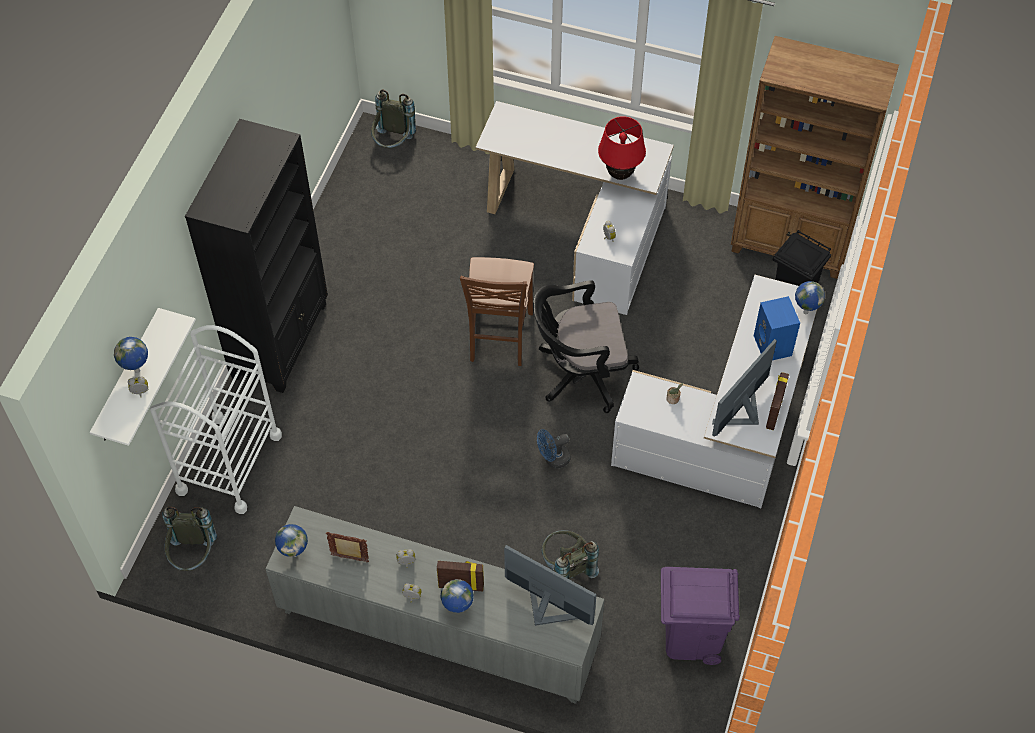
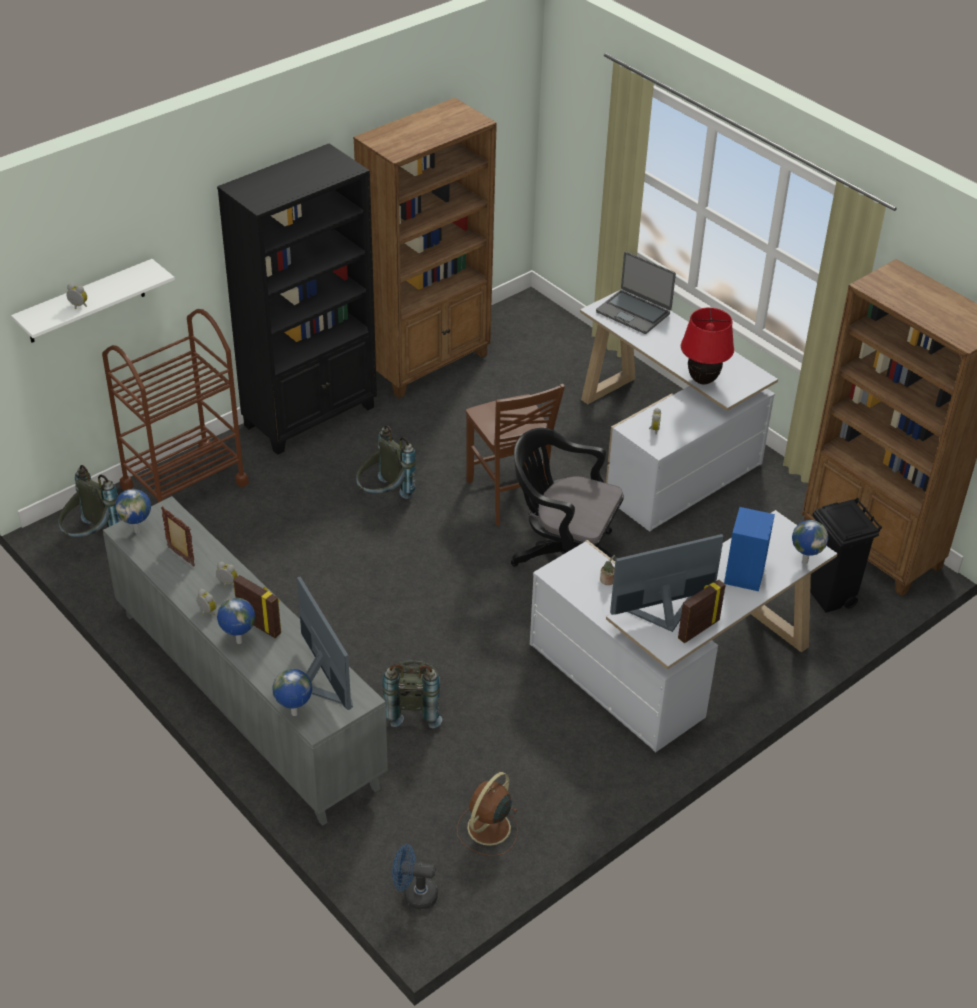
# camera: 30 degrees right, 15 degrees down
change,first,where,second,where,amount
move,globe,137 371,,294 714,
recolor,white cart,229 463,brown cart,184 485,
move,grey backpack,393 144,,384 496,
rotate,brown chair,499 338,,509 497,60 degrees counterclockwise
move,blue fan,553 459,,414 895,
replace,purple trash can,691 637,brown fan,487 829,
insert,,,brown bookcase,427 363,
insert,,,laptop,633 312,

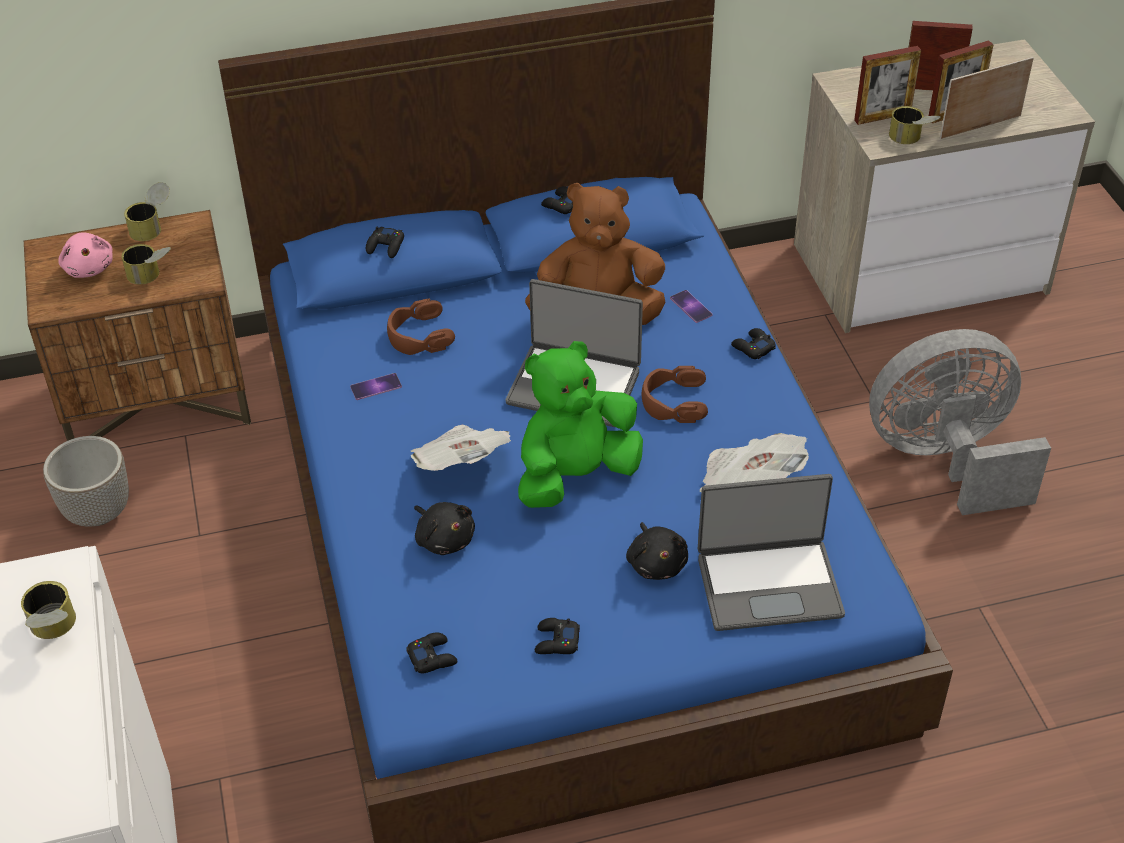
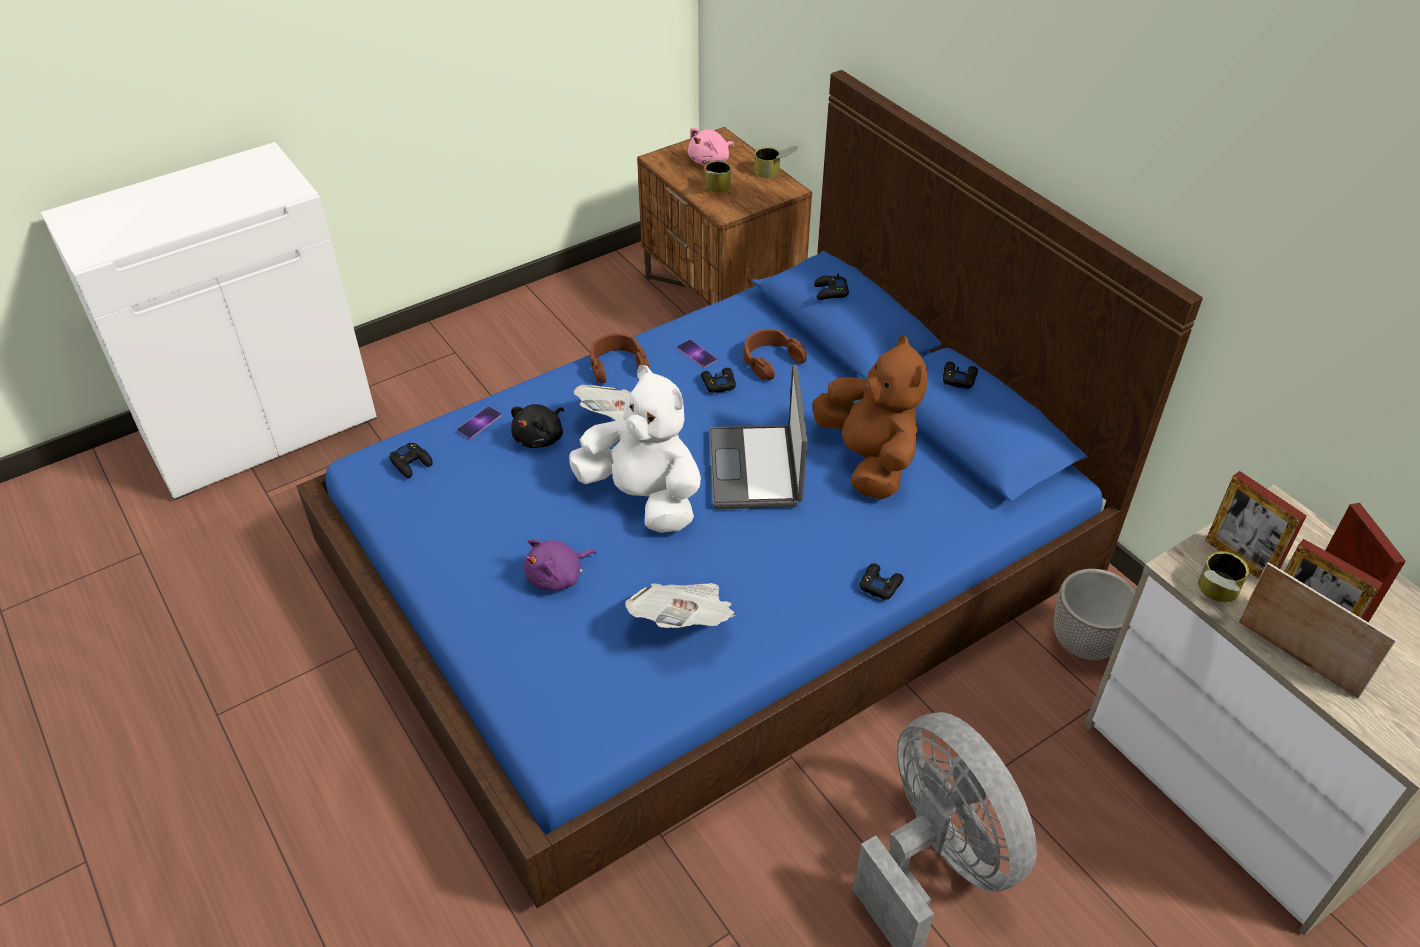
# camera: 70 degrees right, 0 degrees up
change,first,where,second,where,amount
delete,can,54 632,,,
move,planter,98 511,,1085 642,
recolor,green plush toy,575 475,white plush toy,643 497,
move,black game controller,556 641,,718 383,
recolor,black plush toy,656 563,purple plush toy,558 576,
move,brown headphones,673 402,,617 365,
move,phone,691 306,,479 422,
delete,laptop,769 584,,,

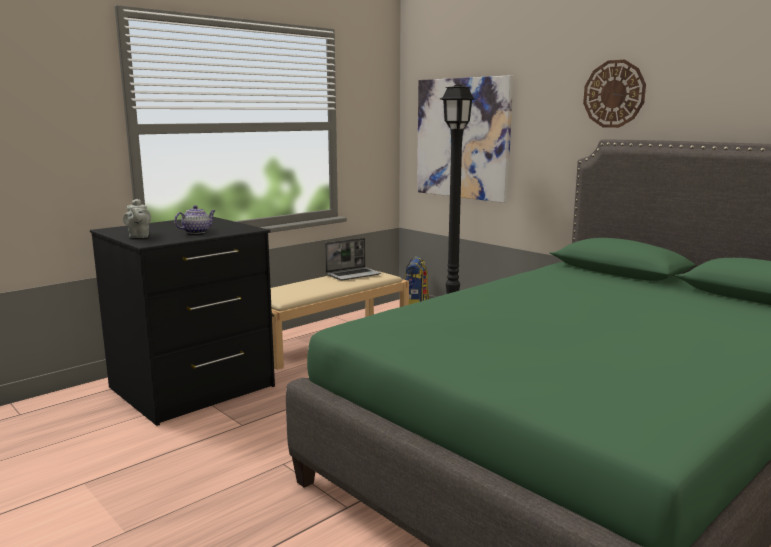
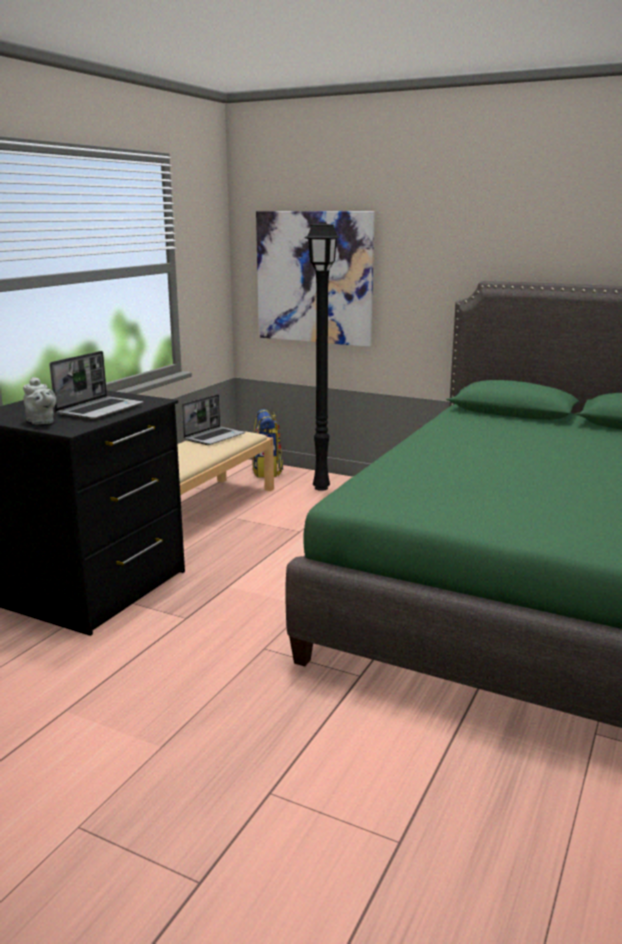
# camera: 20 degrees left, 5 degrees up
change,first,where,second,where,amount
replace,teapot,197 232,laptop,100 410,
delete,wall clock,614 94,,,

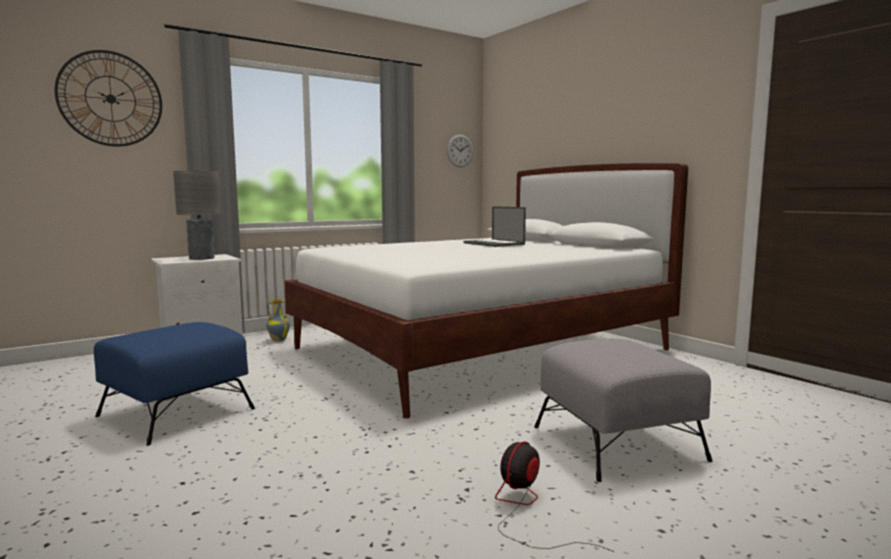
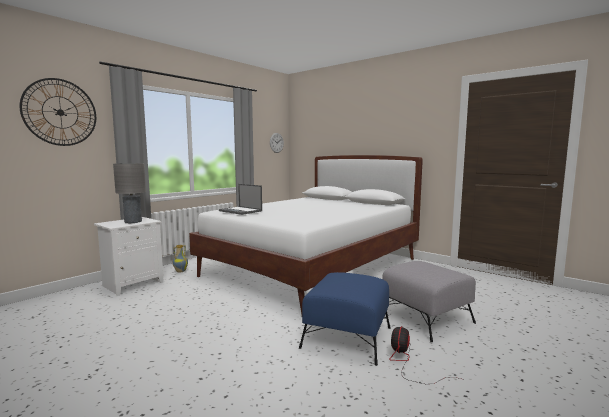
# camera: 15 degrees left, 0 degrees up
change,first,where,second,where,amount
move,blue ottoman,177 412,,347 337,
move,laptop,494 244,,241 211,

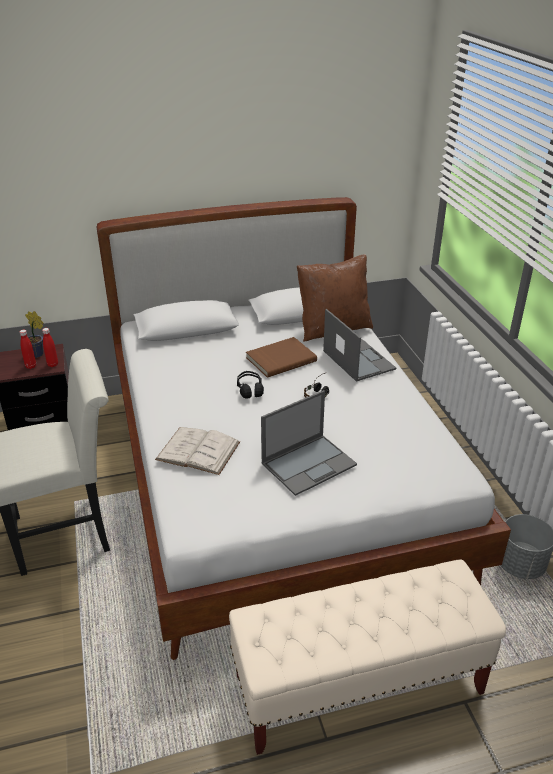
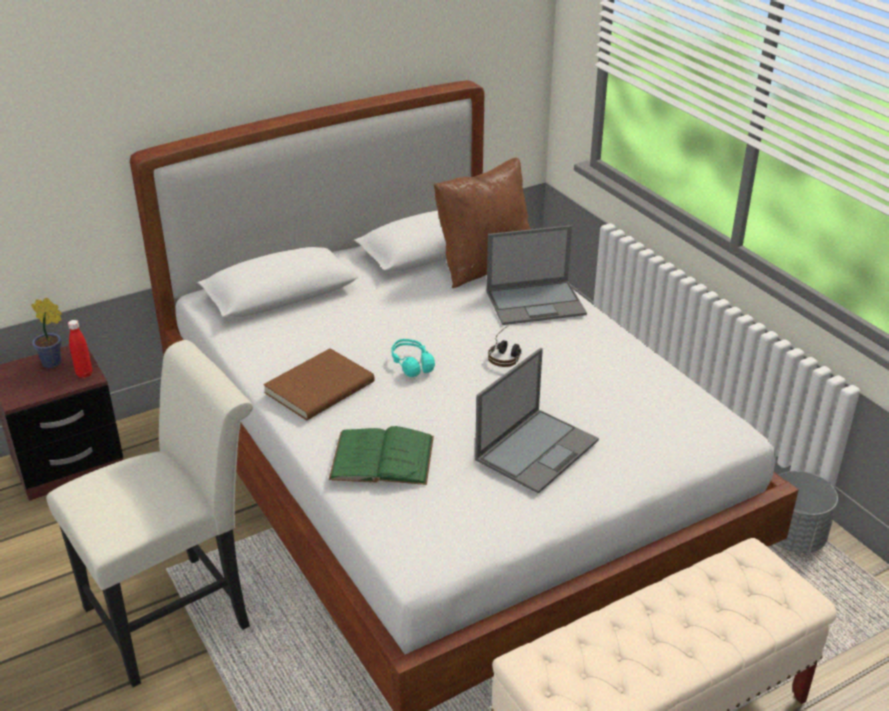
# camera: 15 degrees left, 0 degrees up
change,first,where,second,where,amount
delete,red bottle,31 366,,,
recolor,white book,198 451,green book,382 458,
recolor,black headphones,250 389,turquoise headphones,411 364,
move,brown book,280 359,,318 386,
rotate,laptop,358 359,,536 302,120 degrees clockwise

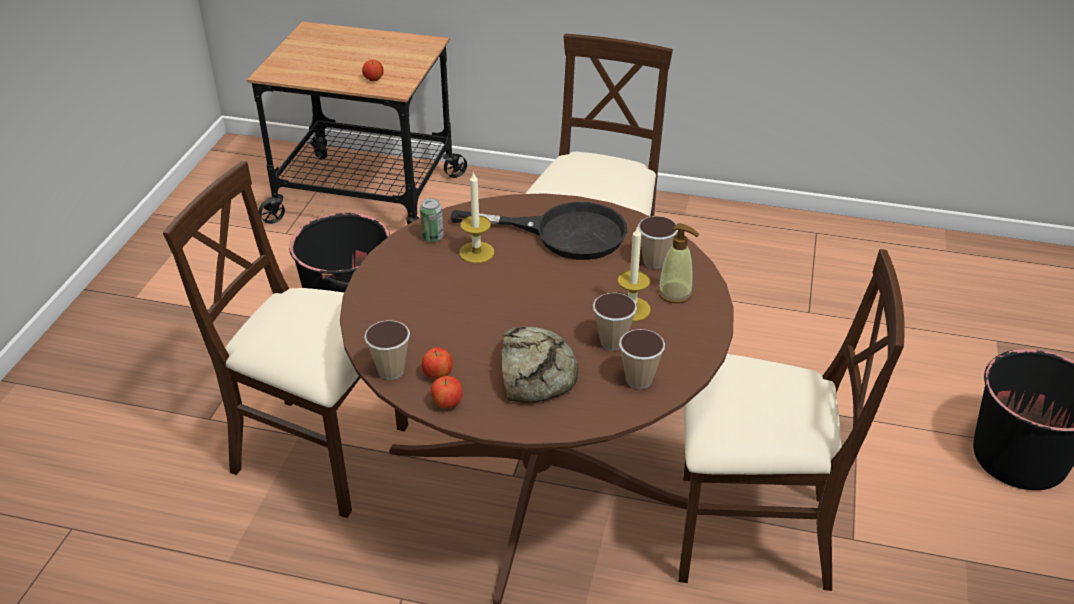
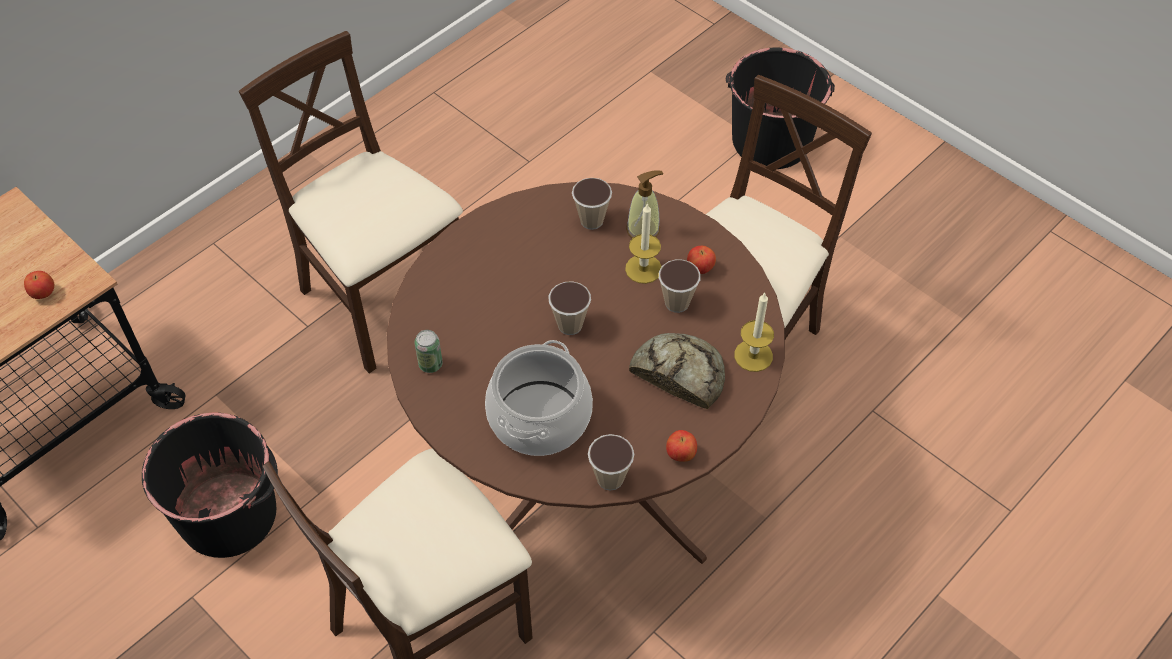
# camera: 60 degrees left, 15 degrees up
change,first,where,second,where,amount
move,apple,438 375,,700 268,
delete,black frying pan,563 233,,,
move,candle,476 252,,753 355,
move,cup,639 380,,570 325,
insert,,,cooking pot,540 418,

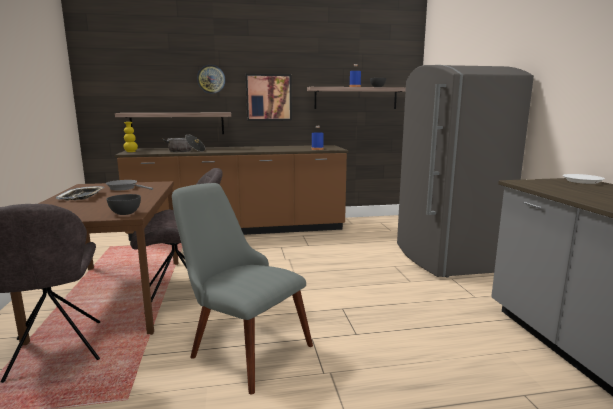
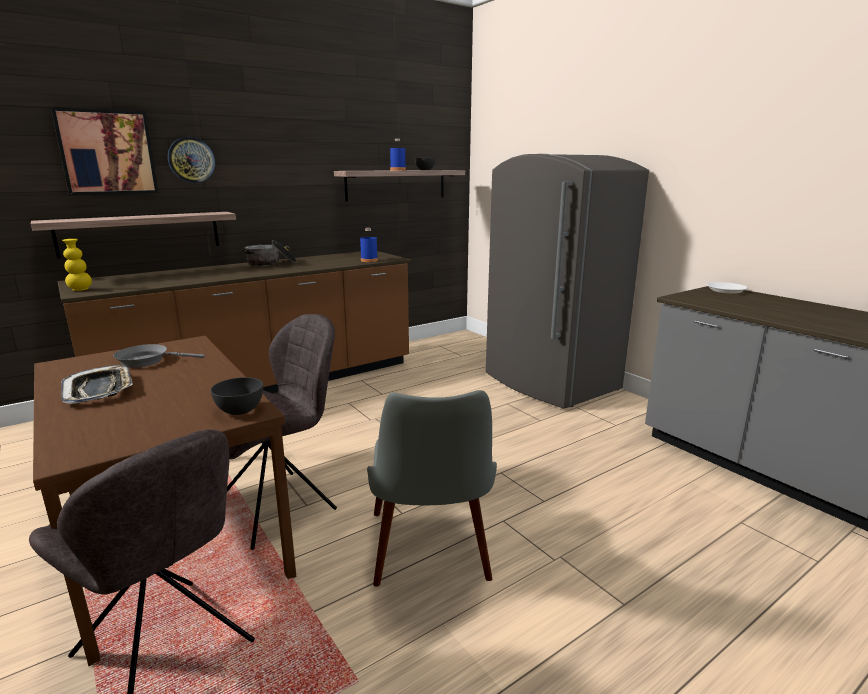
# camera: 25 degrees left, 5 degrees up
change,first,where,second,where,amount
move,cooking pot,185 151,,271 263,
rotate,grey chair,240 346,,431 557,105 degrees counterclockwise
move,picture,268 97,,107 152,

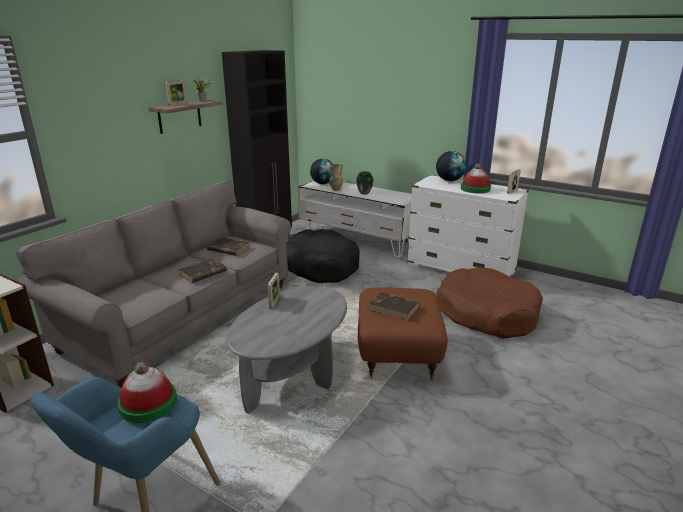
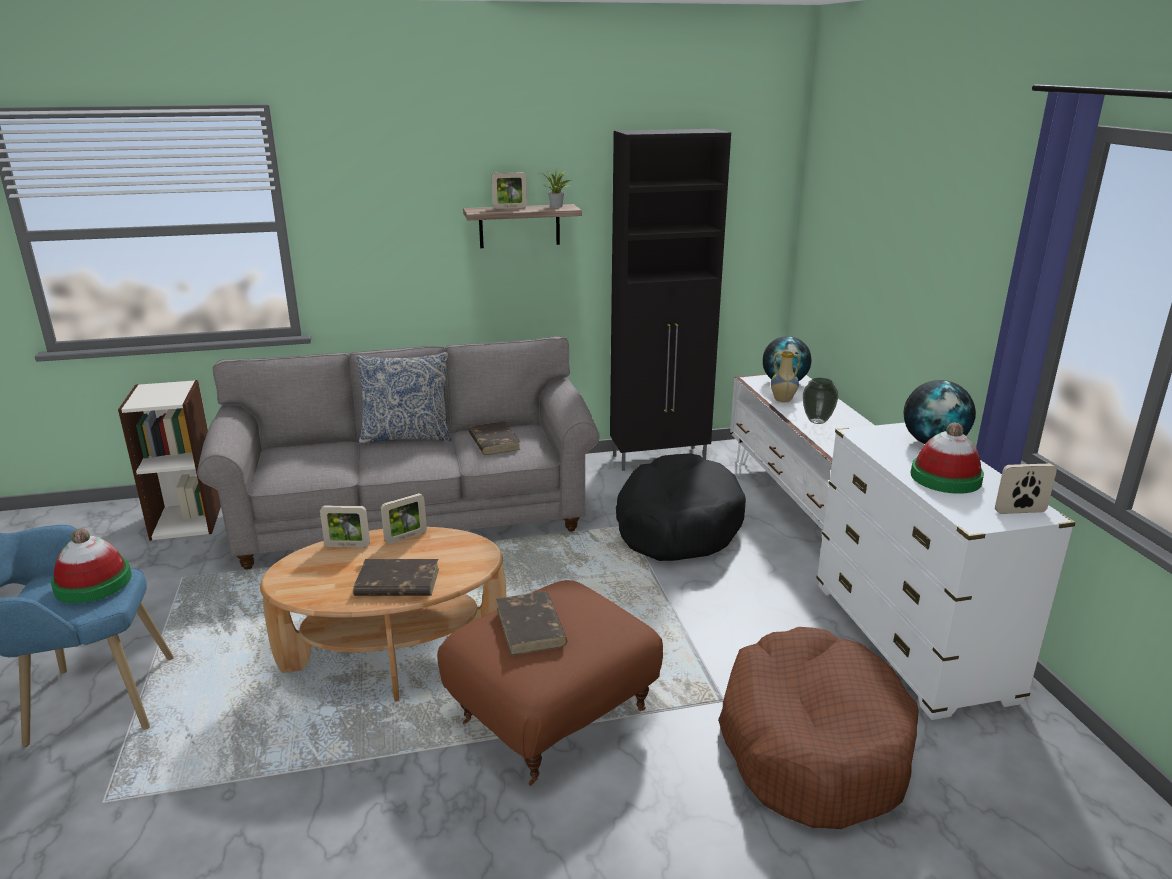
# camera: 45 degrees right, 0 degrees up
change,first,where,second,where,amount
move,brown book,202 273,,396 583,
recolor,grey coffee table,292 375,brown coffee table,394 657,
insert,,,picture frame,347 545,
insert,,,pillow,407 436,

